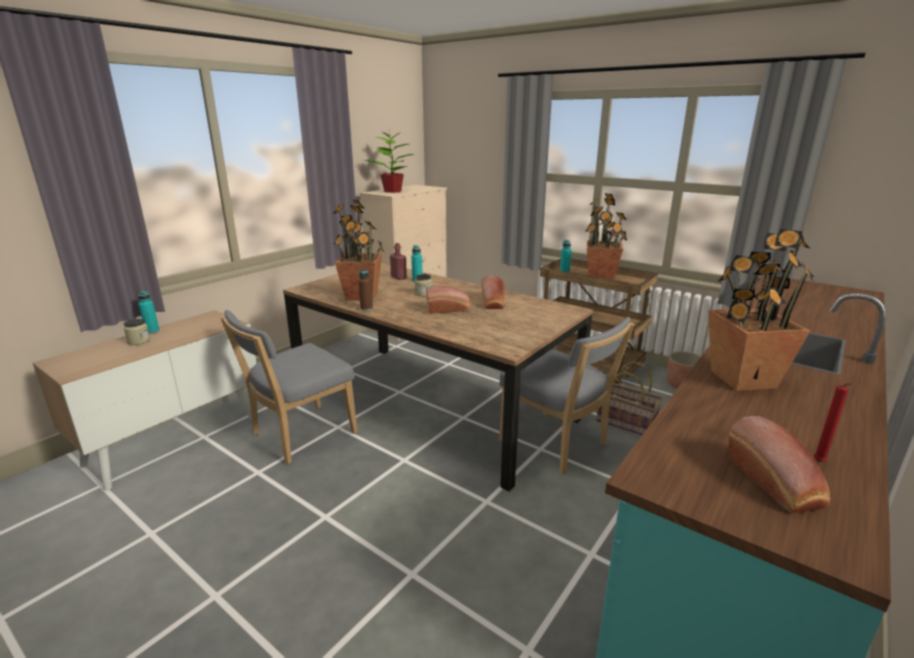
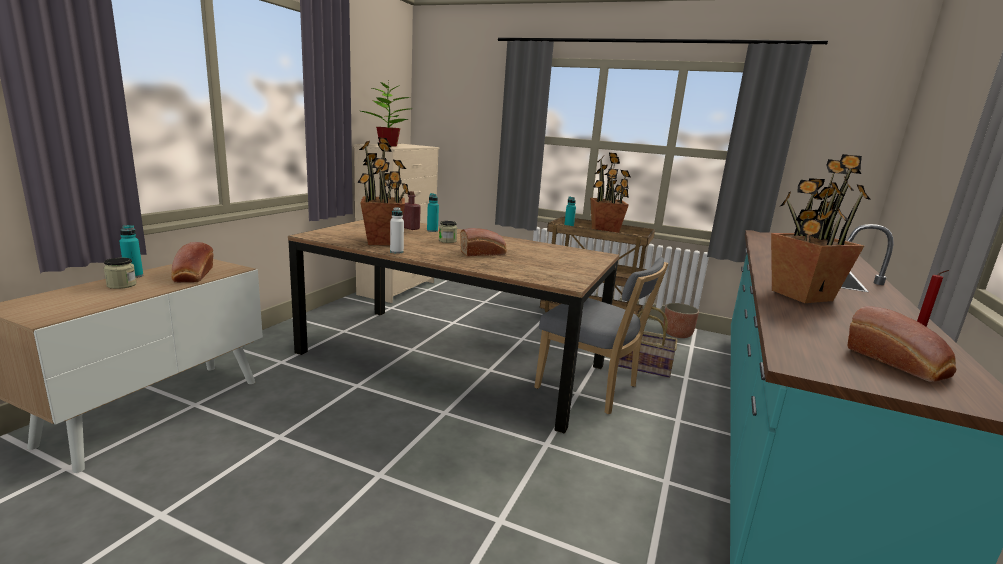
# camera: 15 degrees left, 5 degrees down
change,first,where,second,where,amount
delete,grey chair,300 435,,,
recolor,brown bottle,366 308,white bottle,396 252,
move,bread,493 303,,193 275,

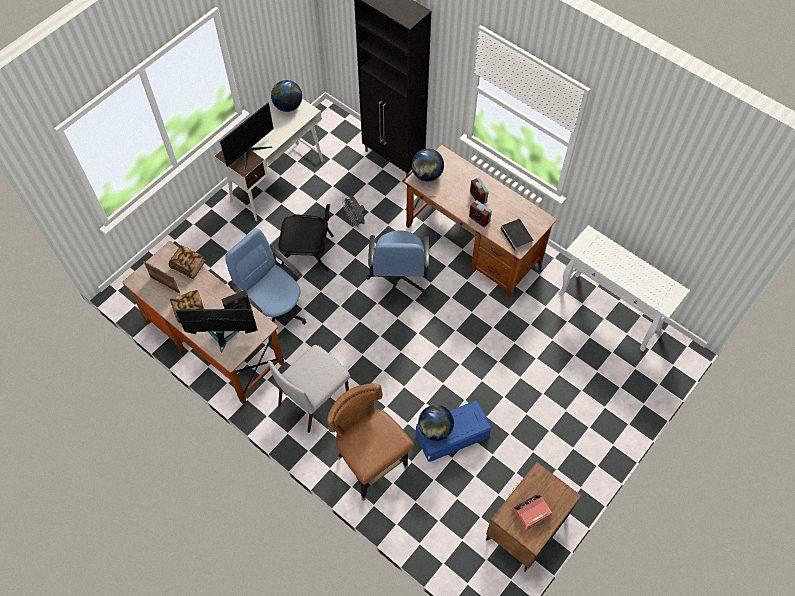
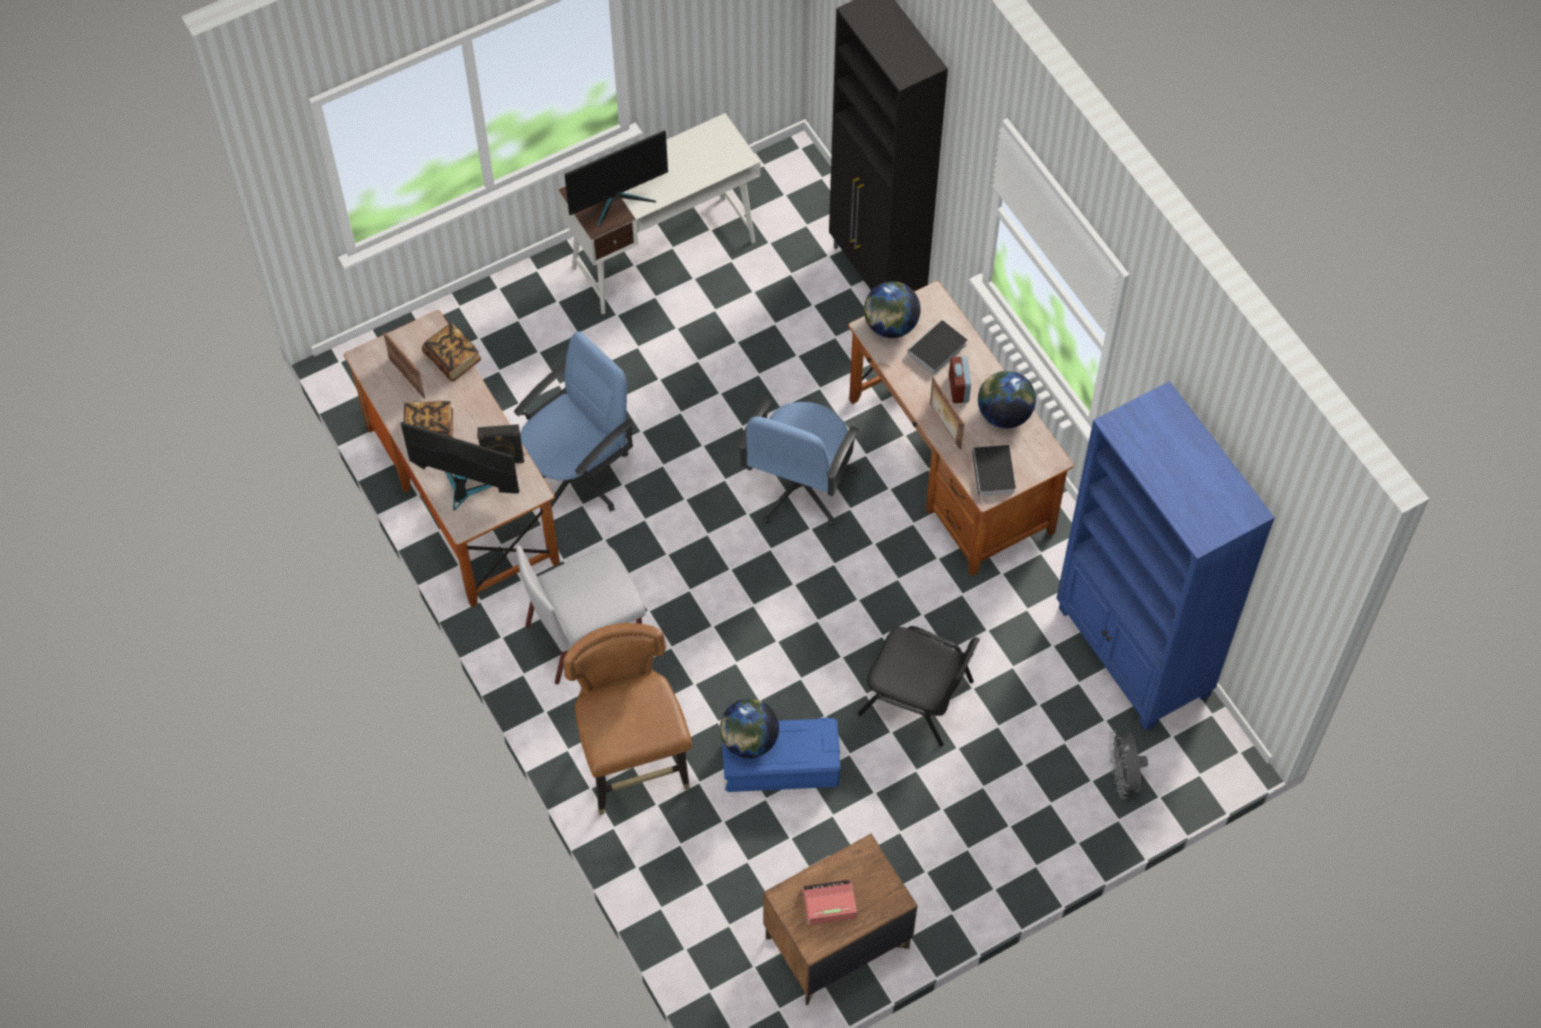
# camera: 20 degrees right, 0 degrees up
change,first,where,second,where,amount
rotate,blue office chair,275 311,,577 474,75 degrees clockwise
move,globe,288 106,,1004 414,
move,black chair,308 252,,918 697,
move,grey fan,355 221,,1123 777,
replace,alarm clock,479 219,picture frame,944 426,
replace,white console table,610 312,blue bookcase,1133 653,
insert,,,book,936 351,

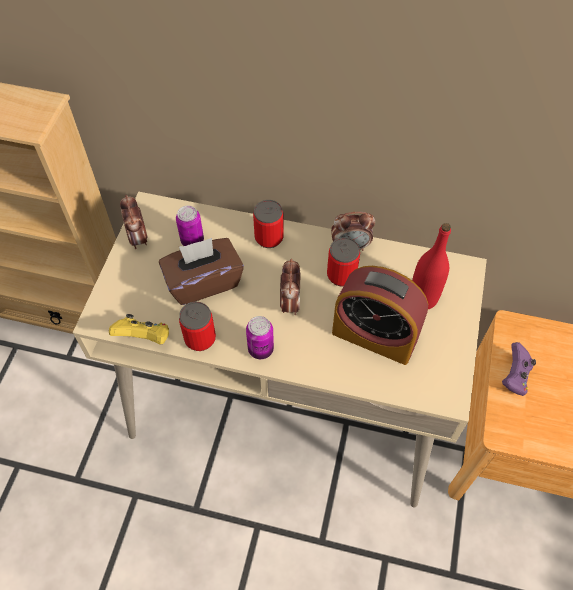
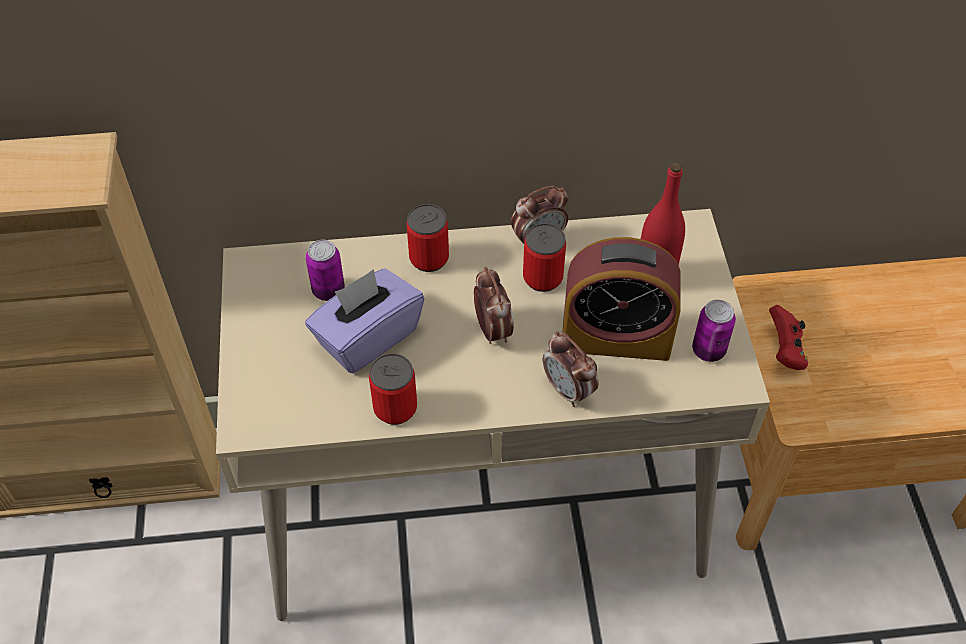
# camera: 20 degrees left, 5 degrees down
change,first,where,second,where,amount
delete,yellow game controller,144 338,,,
move,alarm clock,138 238,,568 390,
recolor,brown tissue box,203 282,purple tissue box,367 337,
move,can,260 349,,708 350,
recolor,purple game controller,514 377,red game controller,785 351,

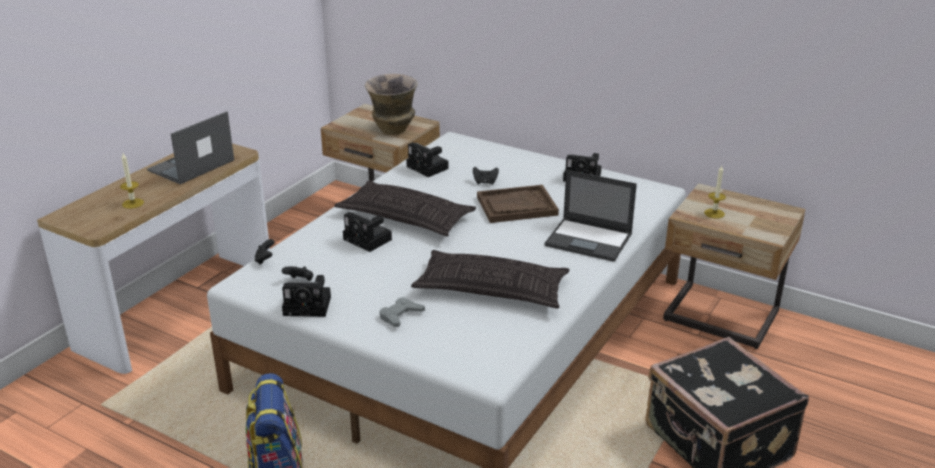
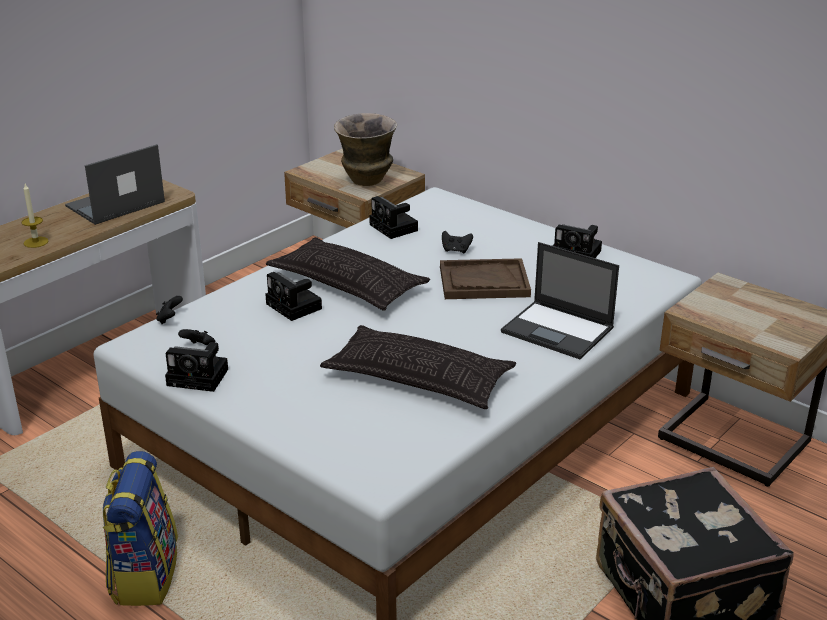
# camera: 10 degrees right, 0 degrees up
change,first,where,second,where,amount
delete,grey game controller,400 315,,,
delete,candle,714 213,,,

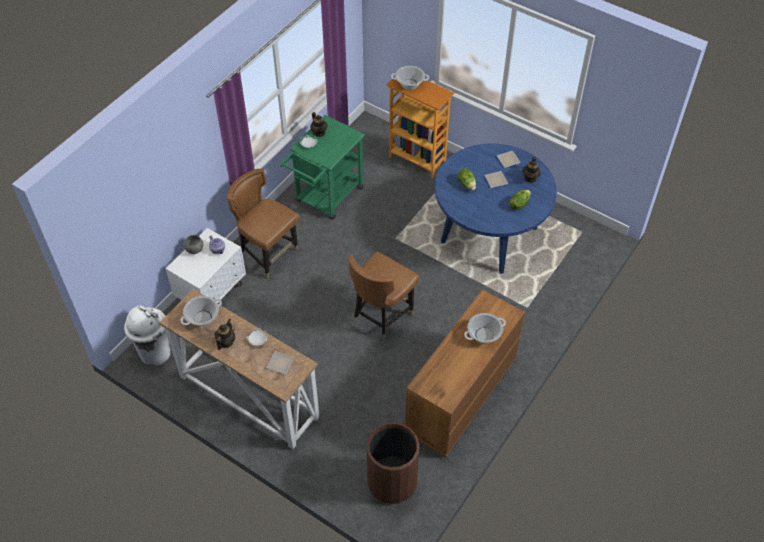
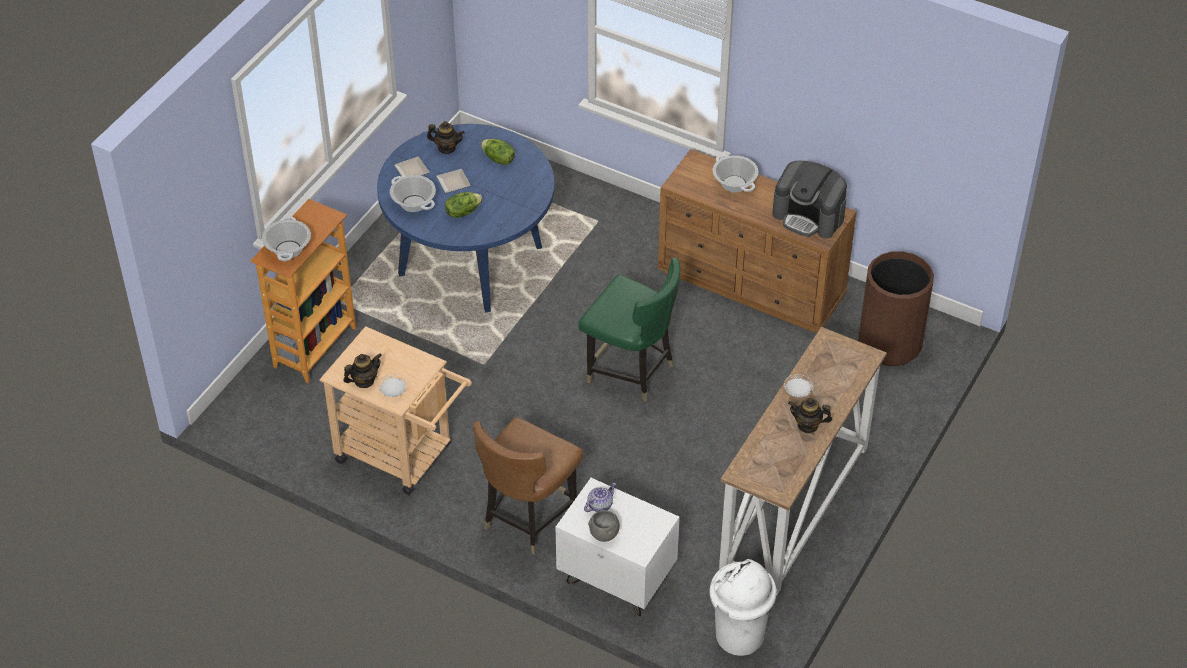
# camera: 95 degrees left, 5 degrees down
change,first,where,second,where,amount
move,cooking pot,202 318,,413 203,
delete,plate,279 364,,,
recolor,green cart,326 198,beige cart,402 456,
recolor,brown chair,381 315,green chair,631 371,
insert,,,coffee machine,809 216,

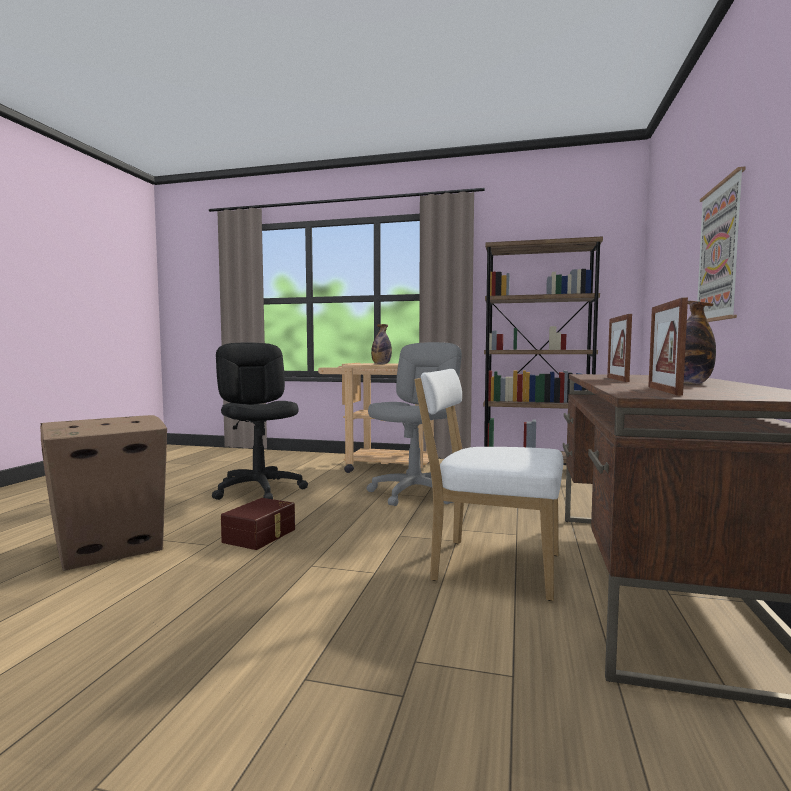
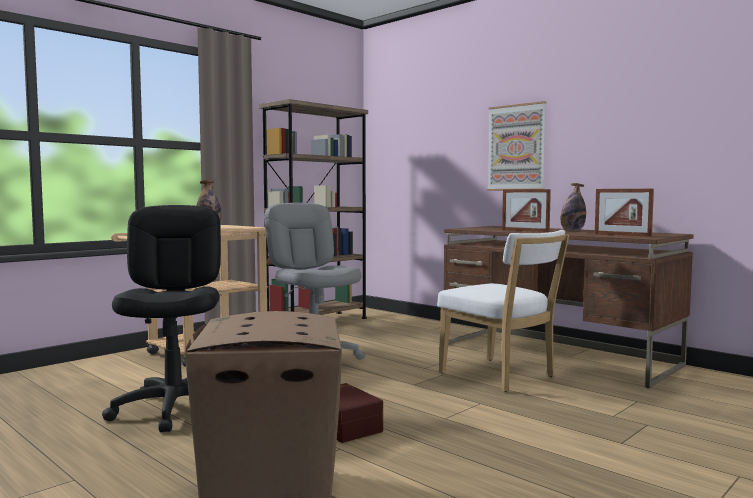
# camera: 60 degrees left, 0 degrees up
change,first,where,second,where,amount
rotate,black office chair,259 490,,175 409,75 degrees clockwise
rotate,white chair,489 566,,501 376,90 degrees counterclockwise

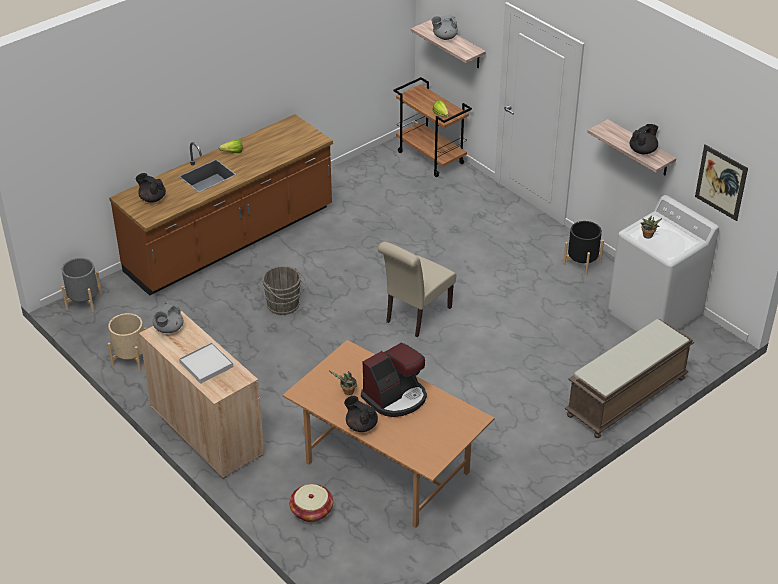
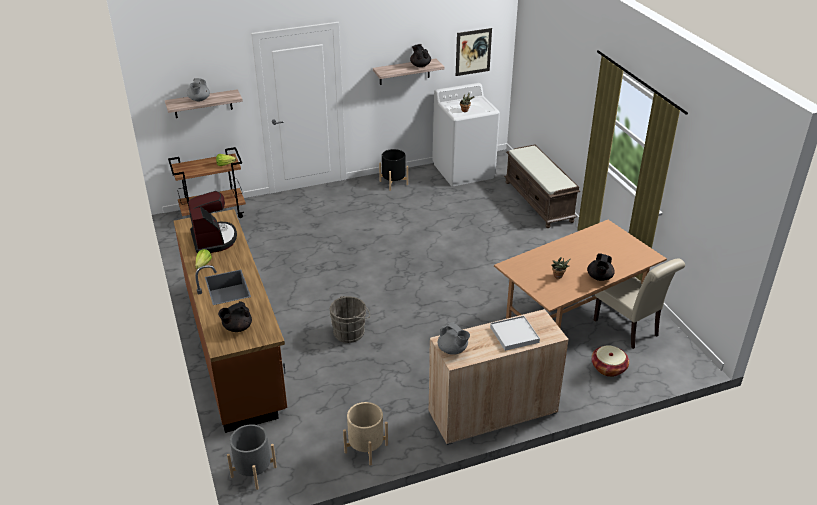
# camera: 70 degrees left, 5 degrees down
change,first,where,second,where,amount
rotate,black teapot,361 425,,599 278,45 degrees counterclockwise
move,coffee machine,395 397,,213 239,
move,beige chair,415 316,,629 330,

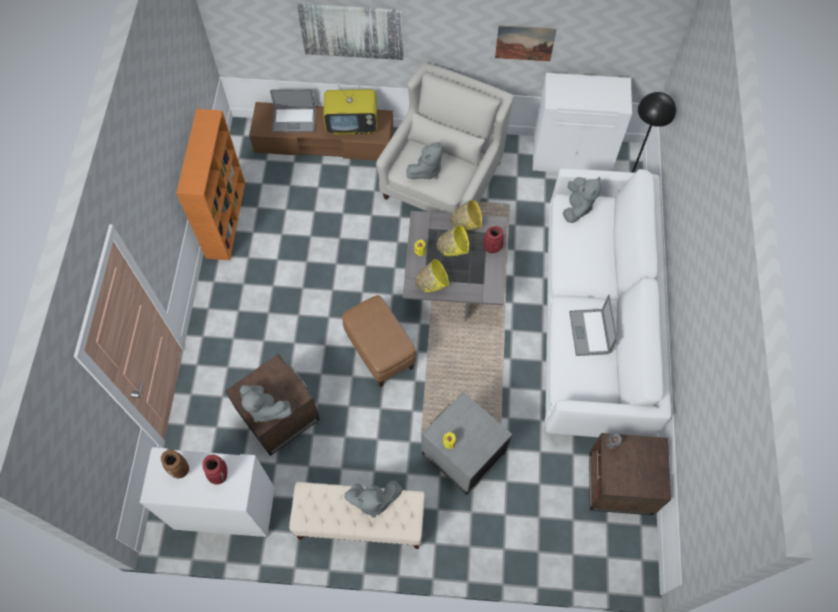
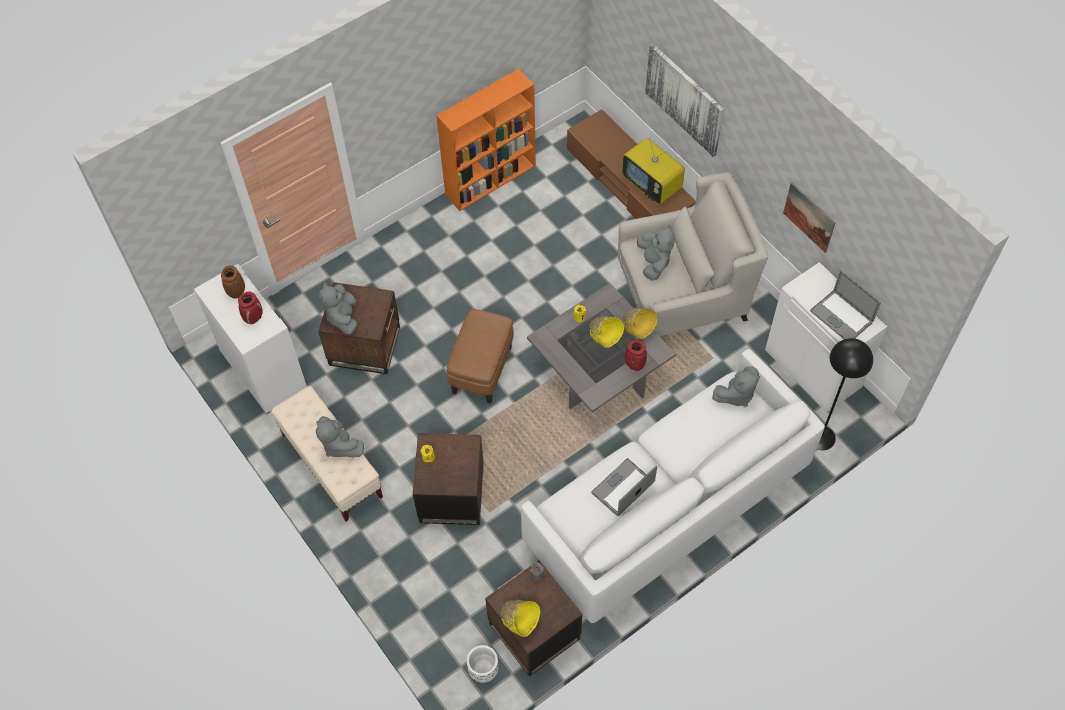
# camera: 50 degrees right, 5 degrees down
change,first,where,second,where,amount
move,laptop,294 120,,841 316,
rotate,grey plush toy,426 170,,654 263,105 degrees counterclockwise
move,yellow bowl,432 284,,520 622,
recolor,grey side table,462 454,brown side table,451 494,
insert,,,white planter,483 670,

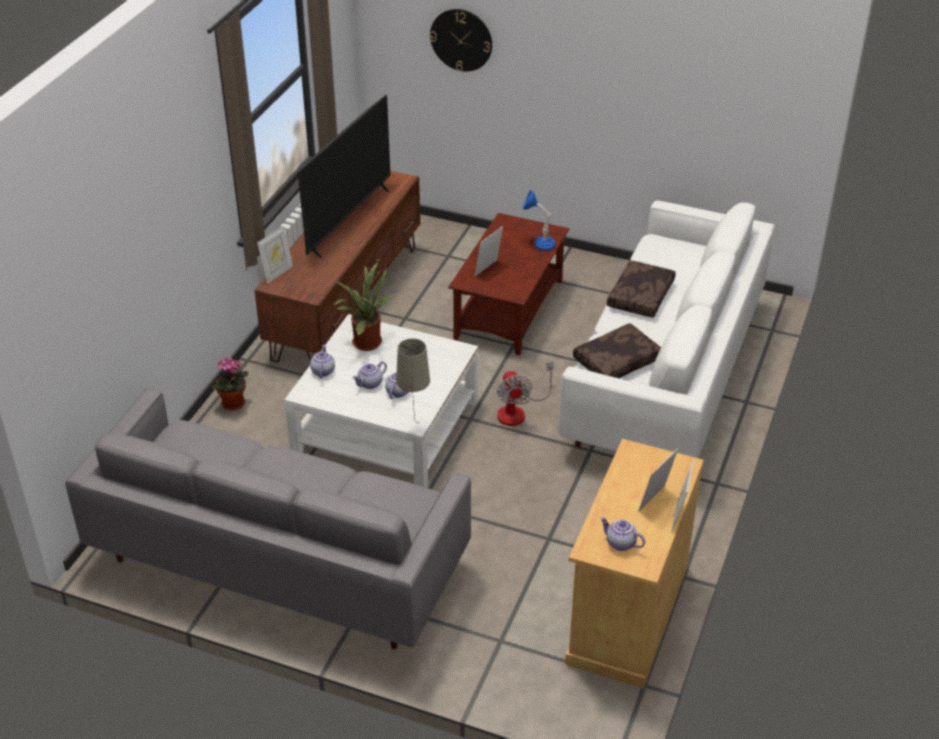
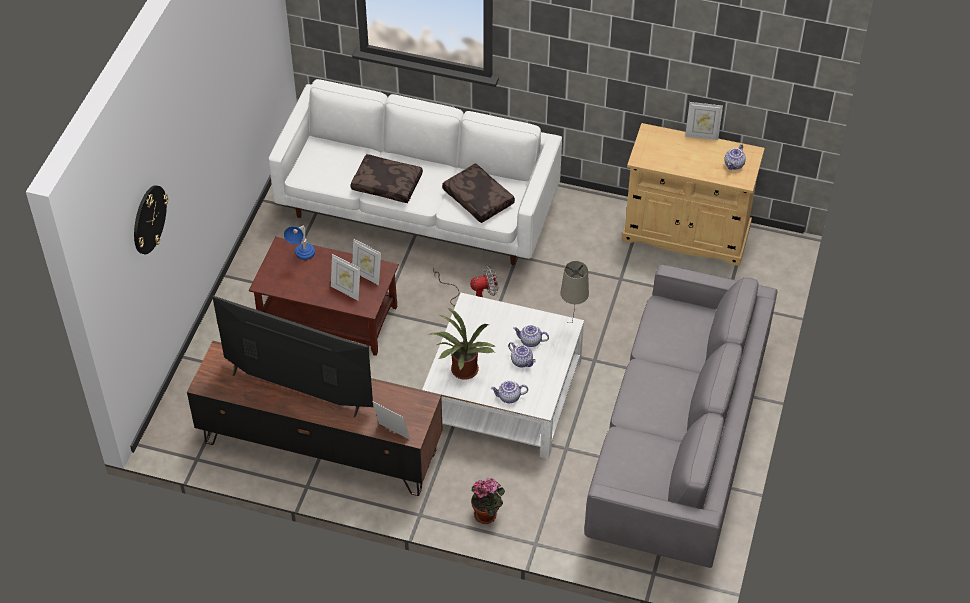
# camera: 95 degrees left, 10 degrees up
change,first,where,second,where,amount
move,picture frame,655 501,,367 275,

